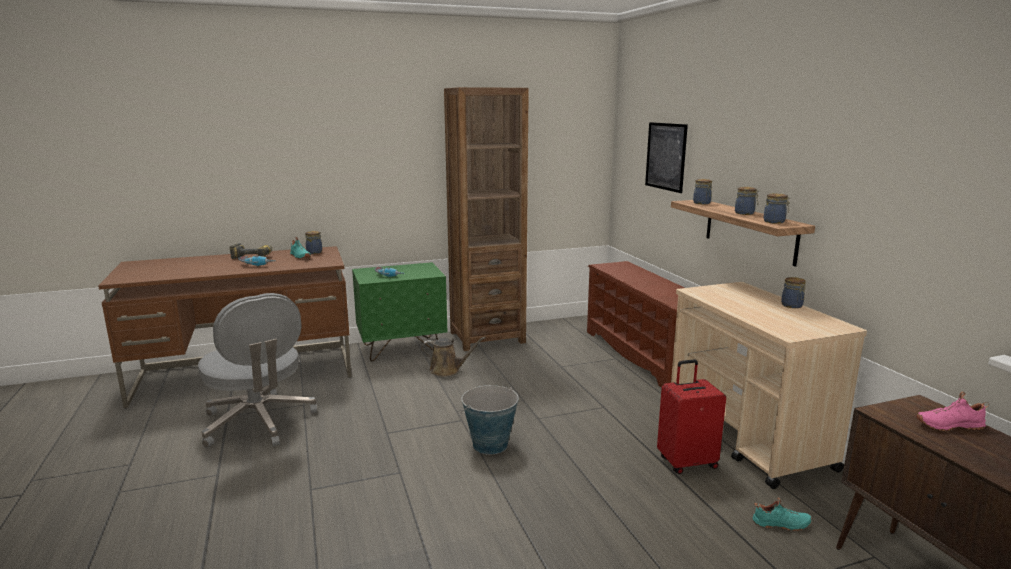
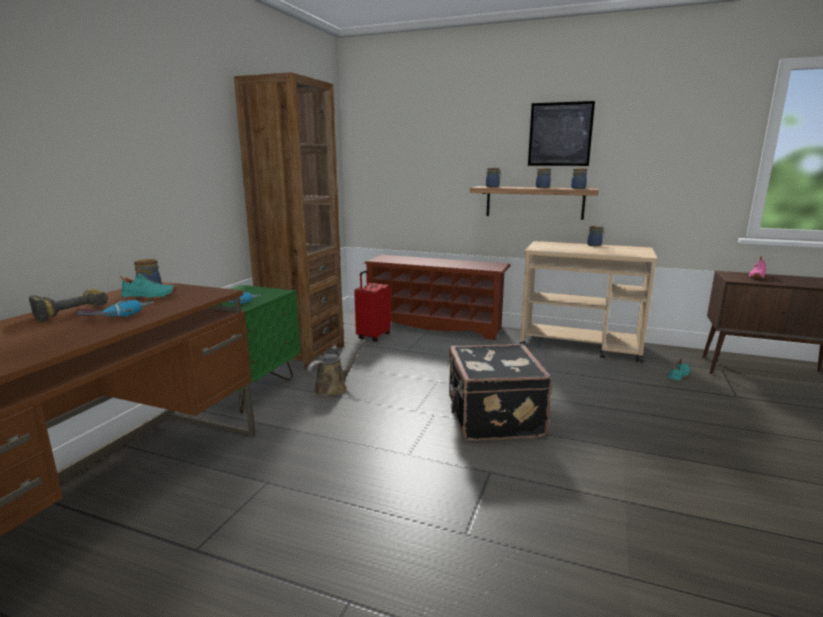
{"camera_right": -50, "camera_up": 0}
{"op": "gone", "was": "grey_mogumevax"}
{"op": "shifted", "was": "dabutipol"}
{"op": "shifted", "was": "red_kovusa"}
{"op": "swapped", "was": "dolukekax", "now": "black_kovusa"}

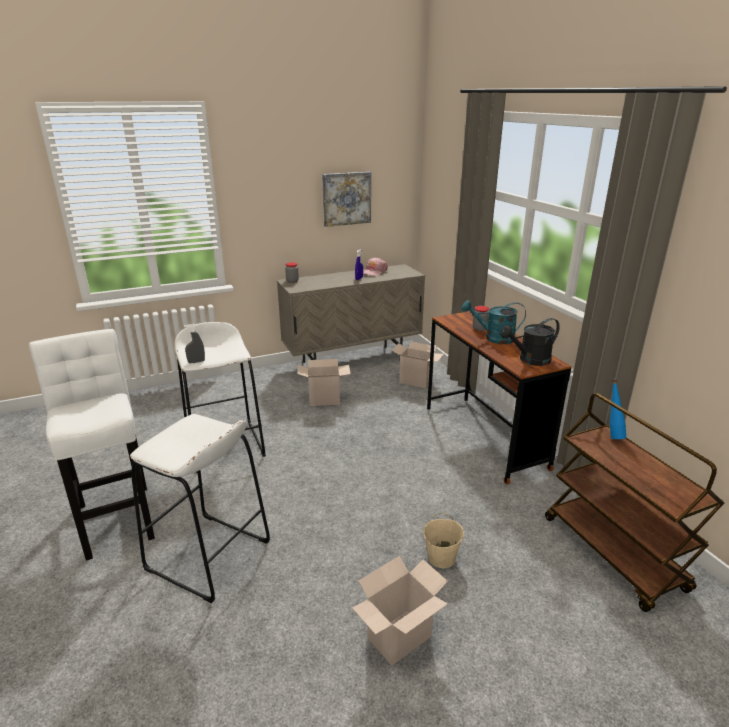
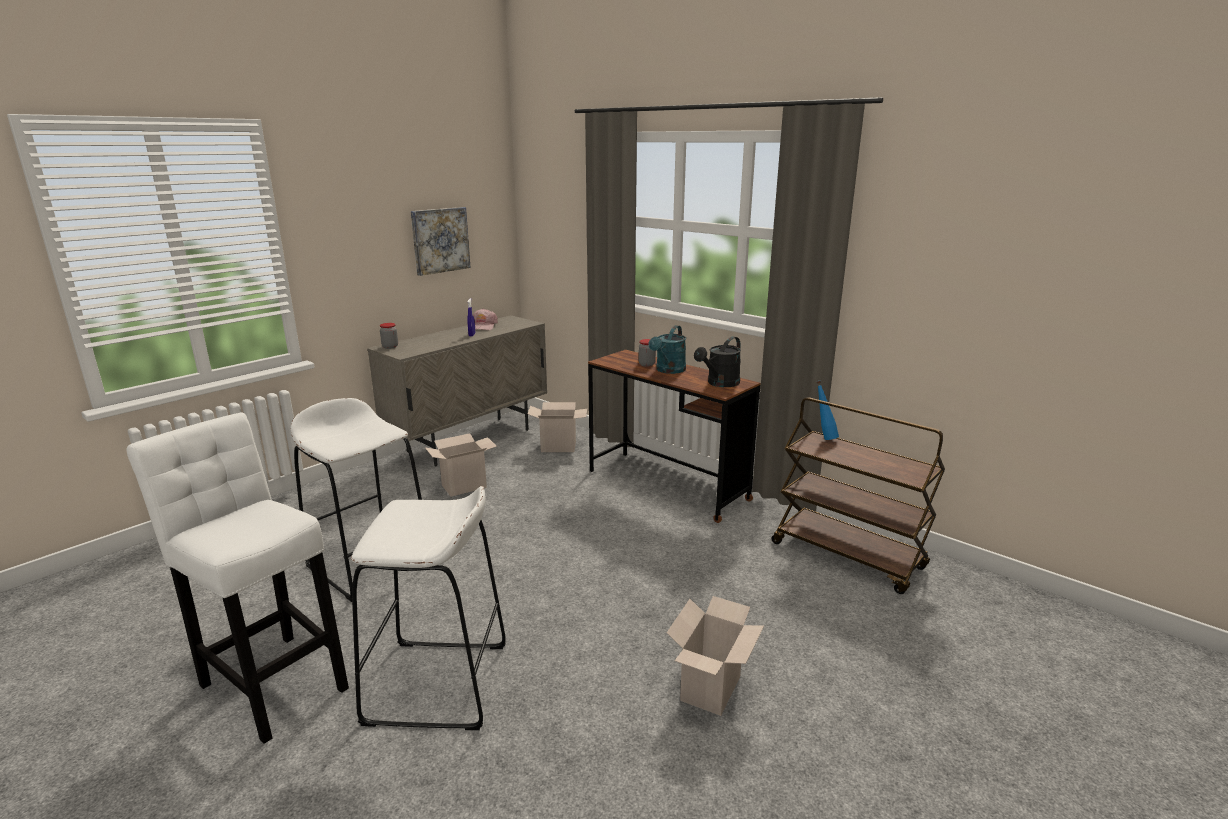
{"camera_right": -25, "camera_up": -5}
{"op": "gone", "was": "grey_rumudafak"}
{"op": "gone", "was": "beige_dolukekax"}
{"op": "rotated", "was": "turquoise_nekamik", "clockwise": -45}

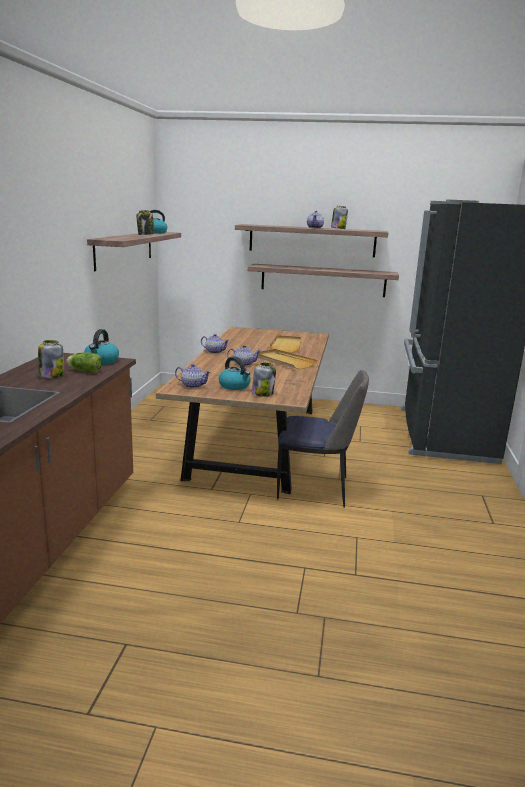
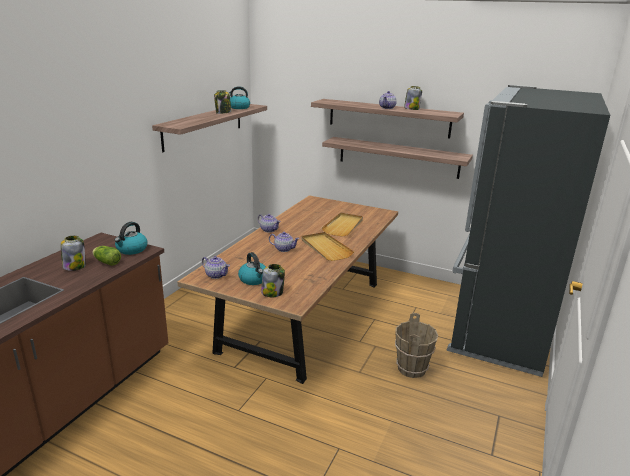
{"camera_right": 15, "camera_up": 5}
{"op": "gone", "was": "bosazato"}
{"op": "new", "now": "brown_dolukekax"}

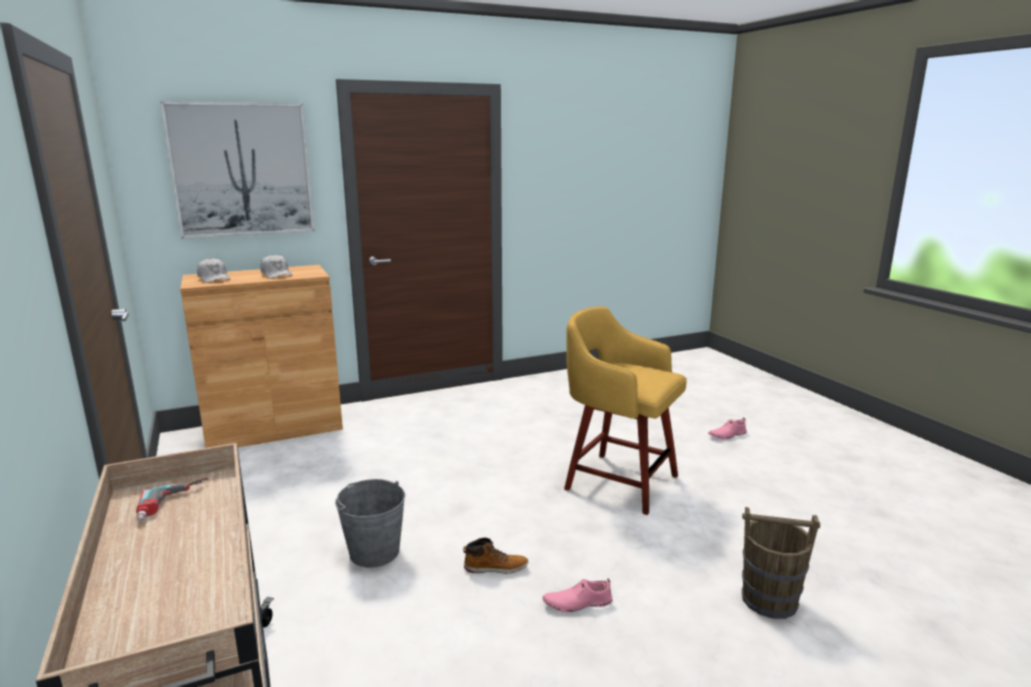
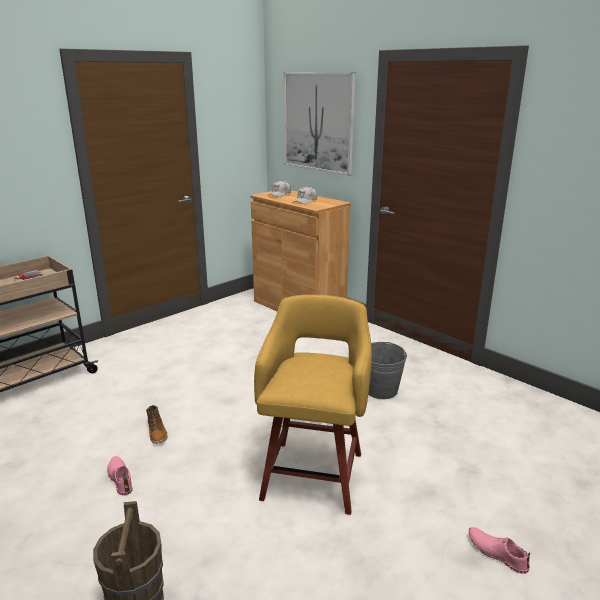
{"camera_right": 70, "camera_up": 5}
{"op": "shifted", "was": "grey_dolukekax"}

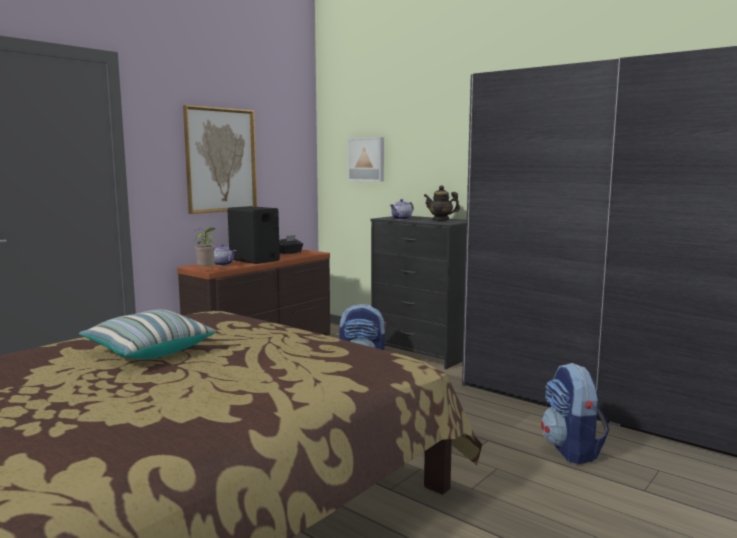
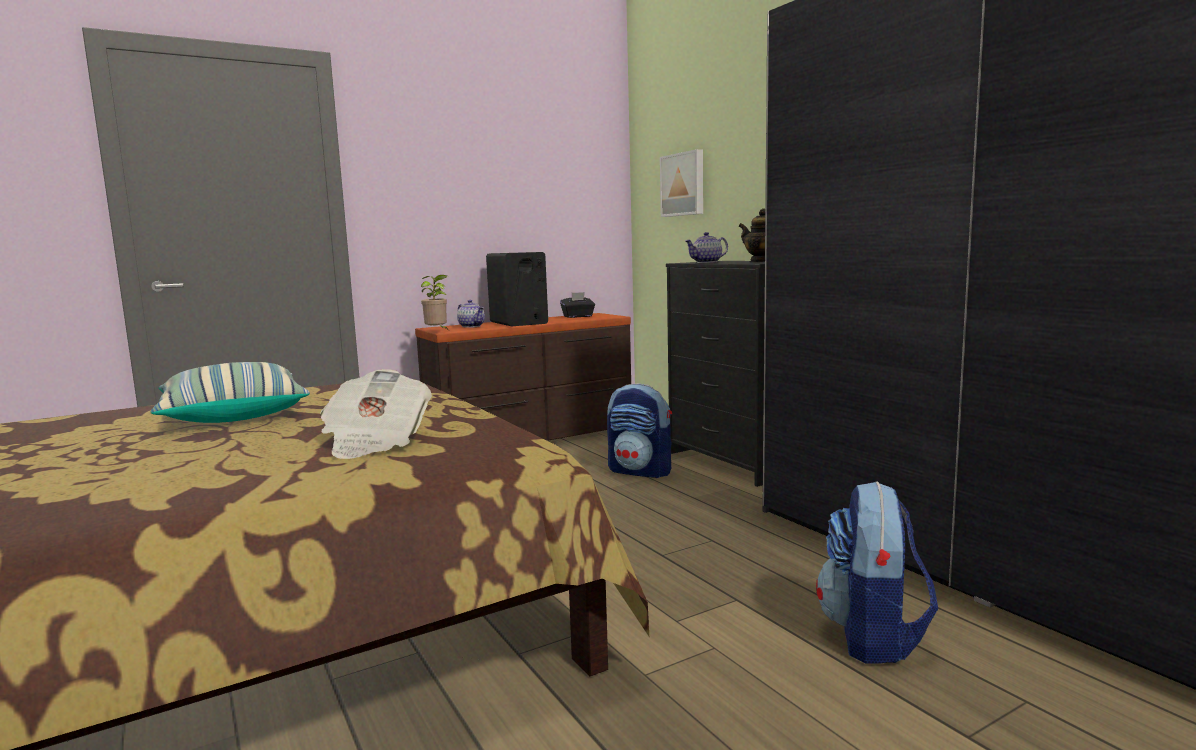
{"camera_right": 20, "camera_up": 0}
{"op": "gone", "was": "dabutipol (no. 1 from left)"}
{"op": "new", "now": "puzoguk"}

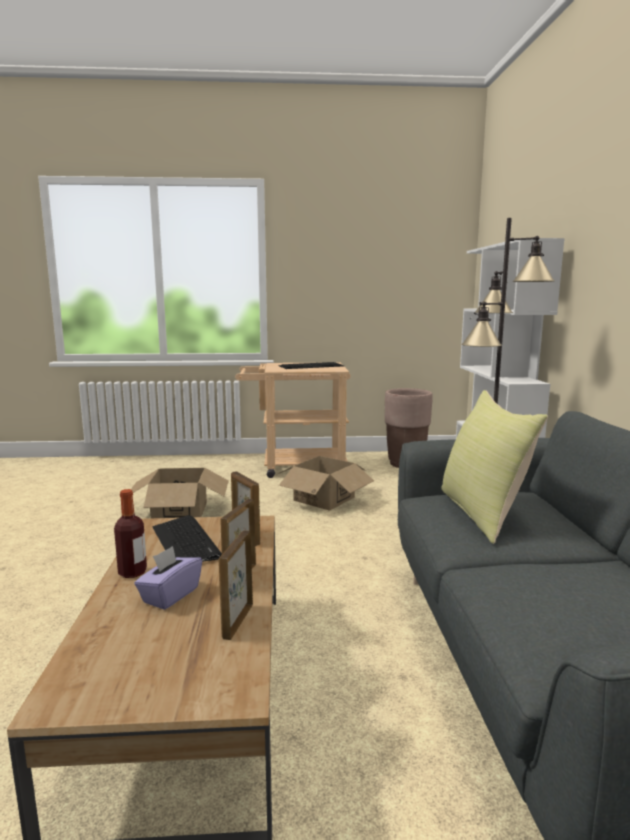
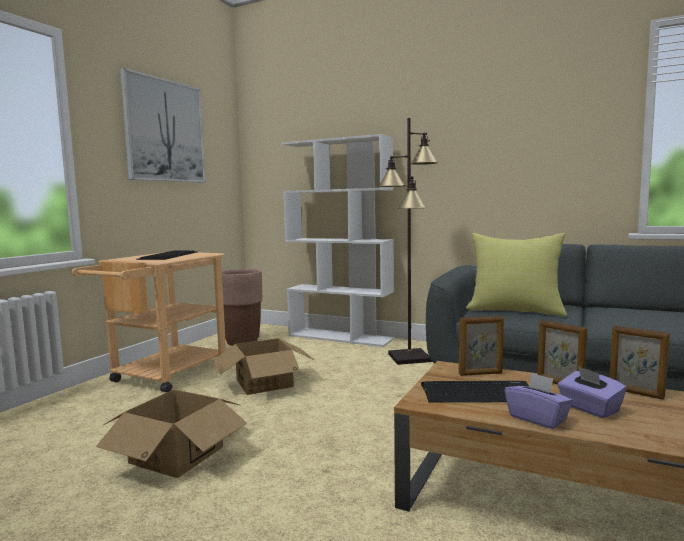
{"camera_right": -60, "camera_up": -5}
{"op": "new", "now": "dabutipol"}
{"op": "swapped", "was": "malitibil", "now": "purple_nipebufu (no. 1 from left)"}

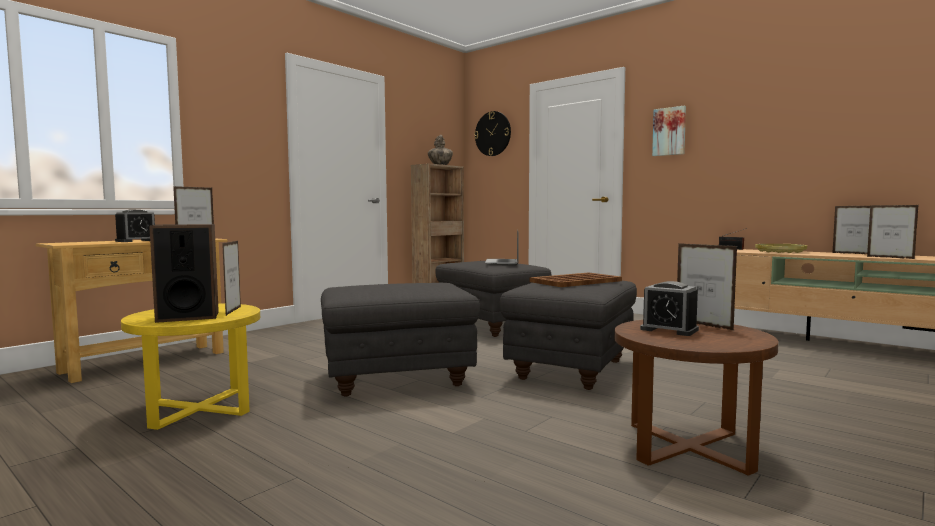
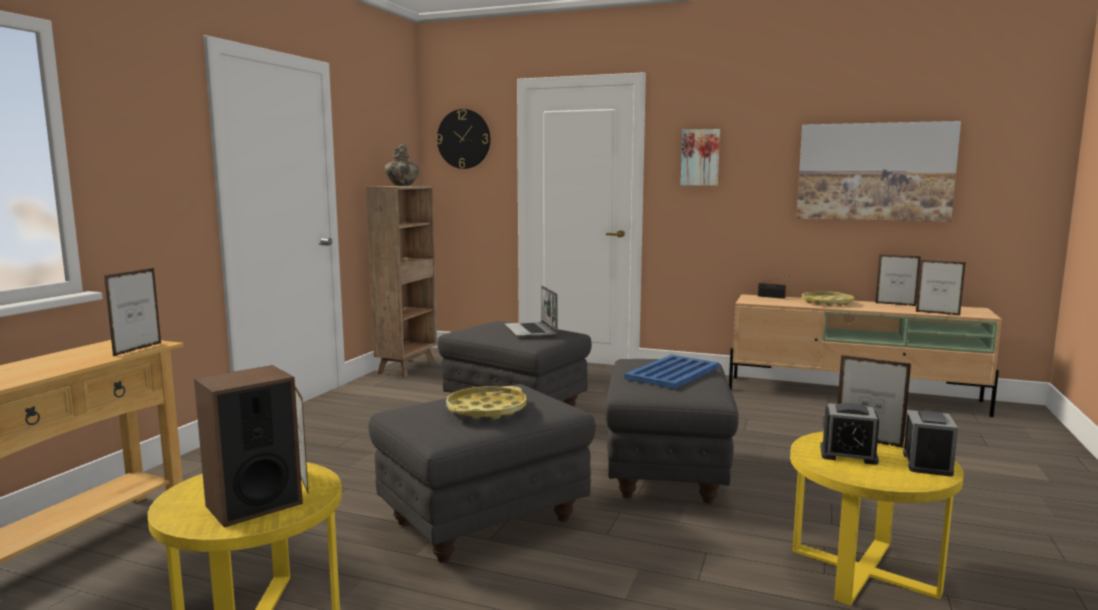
{"camera_right": -20, "camera_up": 5}
{"op": "new", "now": "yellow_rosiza (no. 1 from left)"}
{"op": "new", "now": "dabutipol (no. 2 from left)"}
{"op": "shifted", "was": "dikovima (no. 1 from left in the first image)", "now": "dikovima (no. 2 from left)"}
{"op": "repainted", "was": "brown_rosiza", "now": "blue_rosiza"}
{"op": "repainted", "was": "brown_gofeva", "now": "yellow_gofeva (no. 2 from left)"}

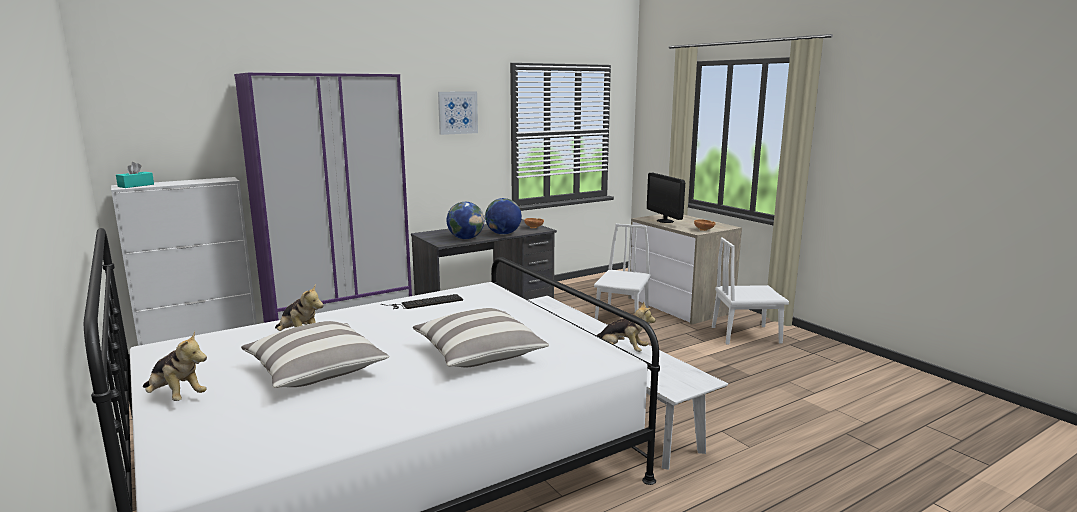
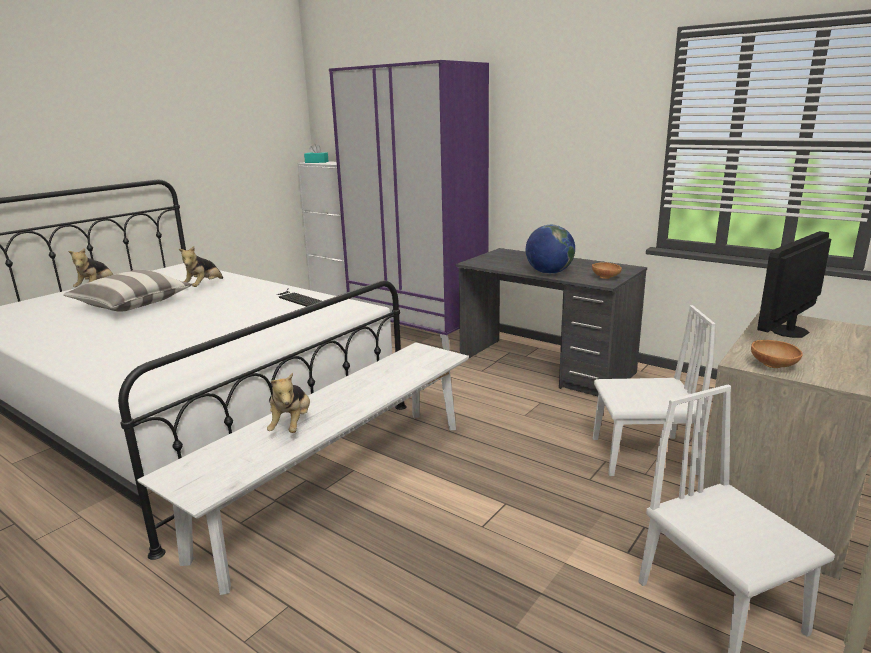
{"camera_right": 70, "camera_up": 5}
{"op": "gone", "was": "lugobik (no. 2 from left)"}
{"op": "gone", "was": "dabutipol"}
{"op": "gone", "was": "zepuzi (no. 1 from left)"}

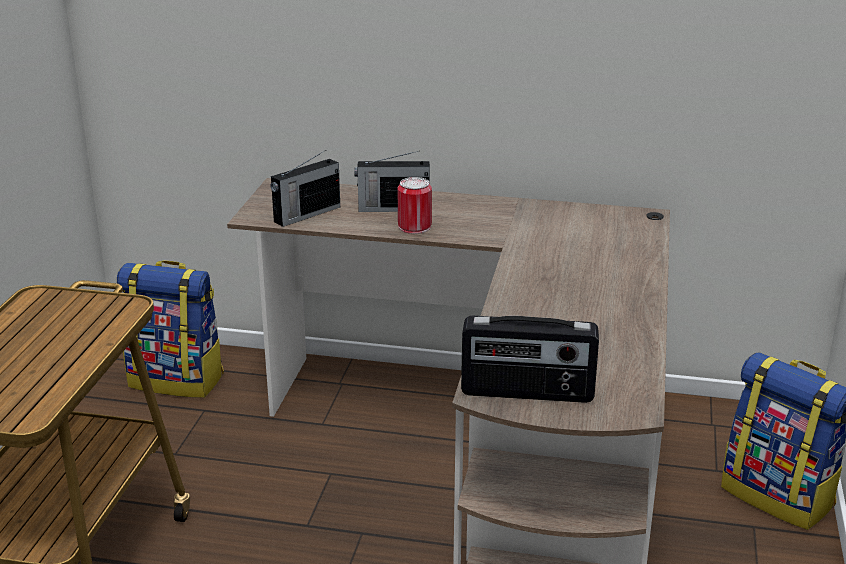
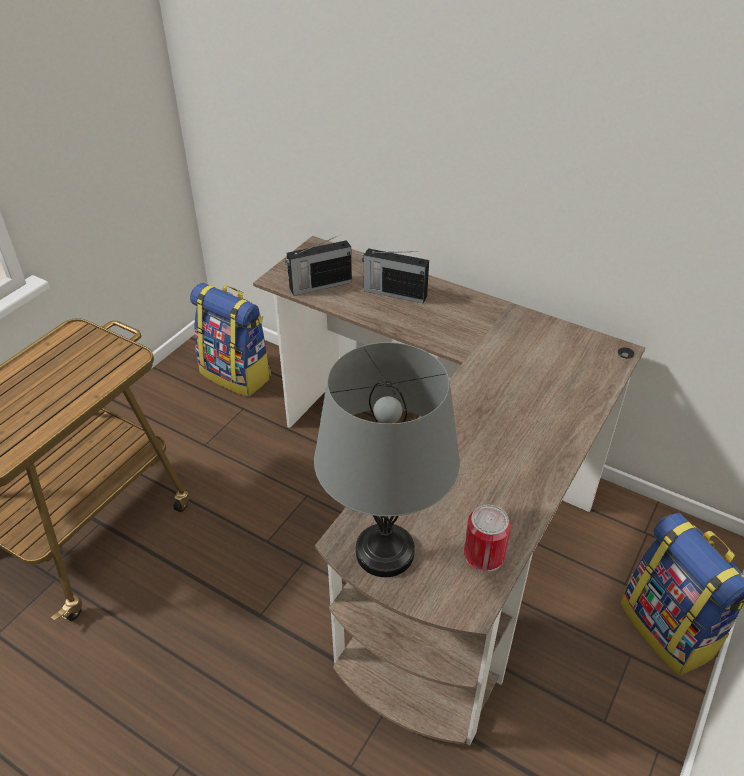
{"camera_right": 20, "camera_up": 15}
{"op": "shifted", "was": "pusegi"}
{"op": "swapped", "was": "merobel (no. 3 from left)", "now": "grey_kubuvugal"}

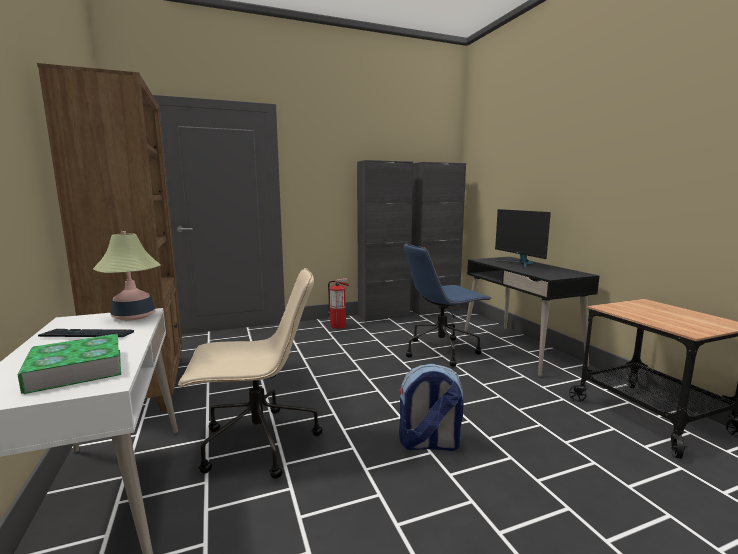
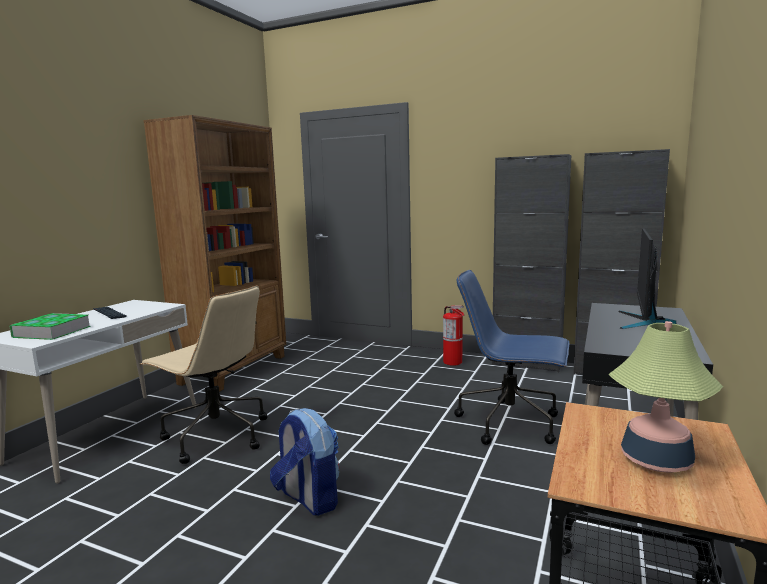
{"camera_right": 45, "camera_up": 0}
{"op": "shifted", "was": "kubuvugal"}

